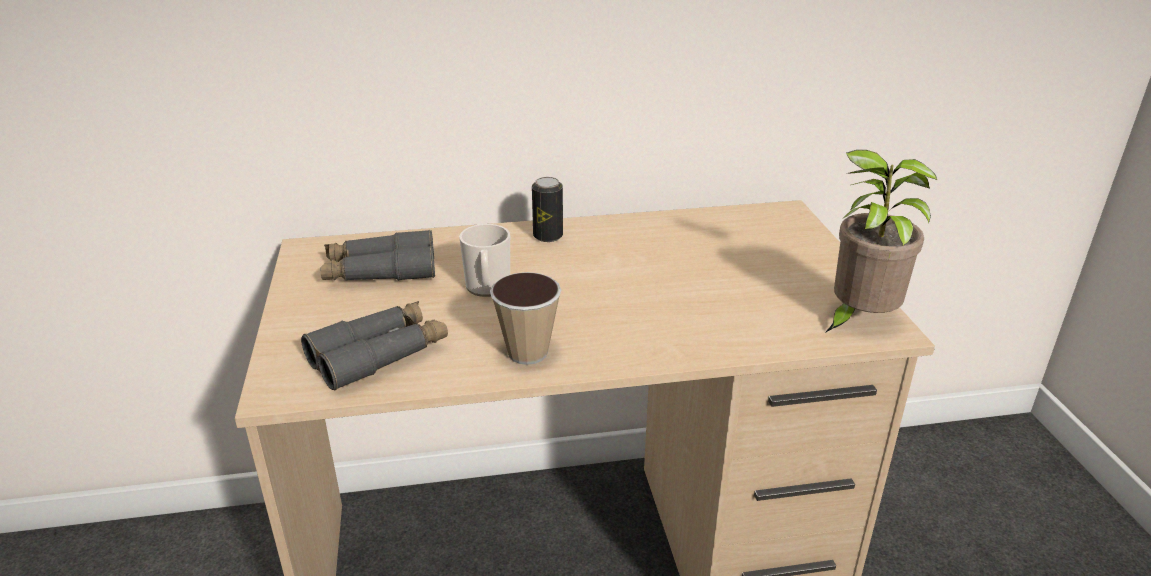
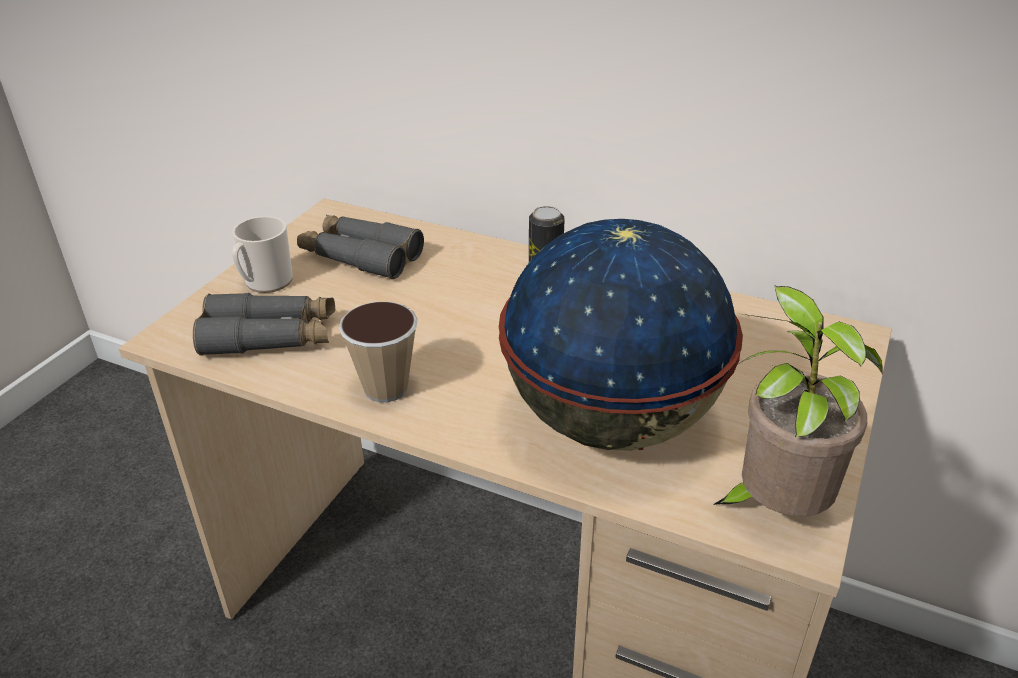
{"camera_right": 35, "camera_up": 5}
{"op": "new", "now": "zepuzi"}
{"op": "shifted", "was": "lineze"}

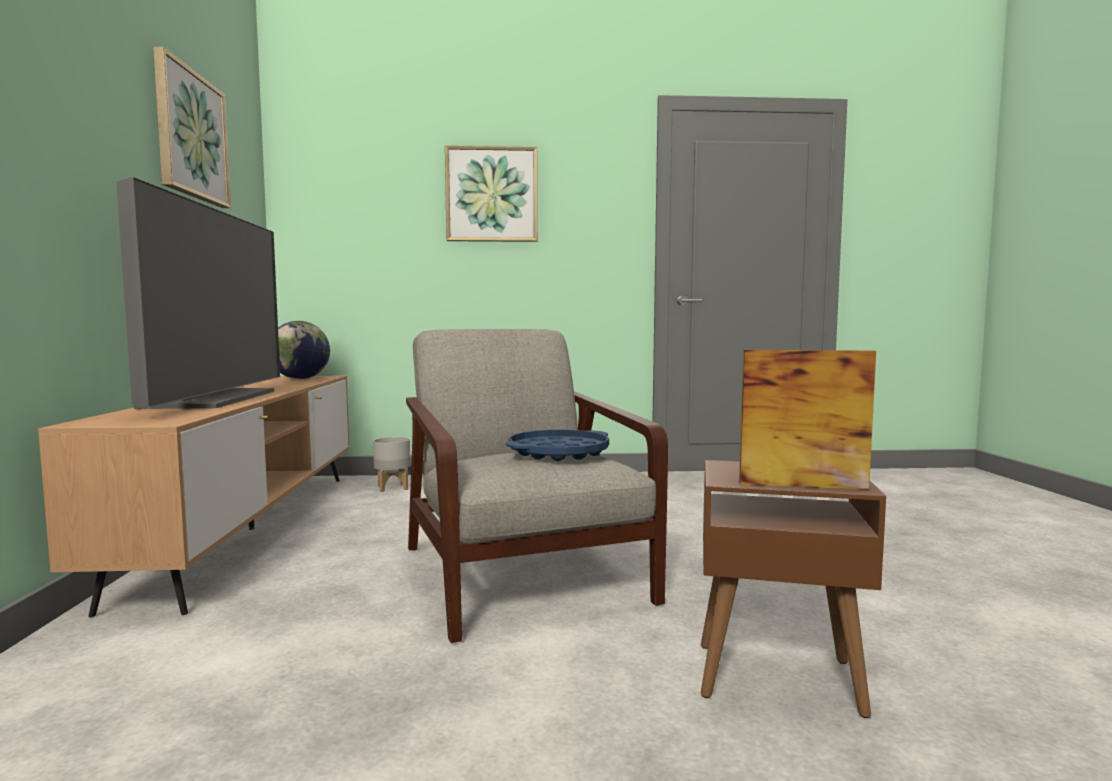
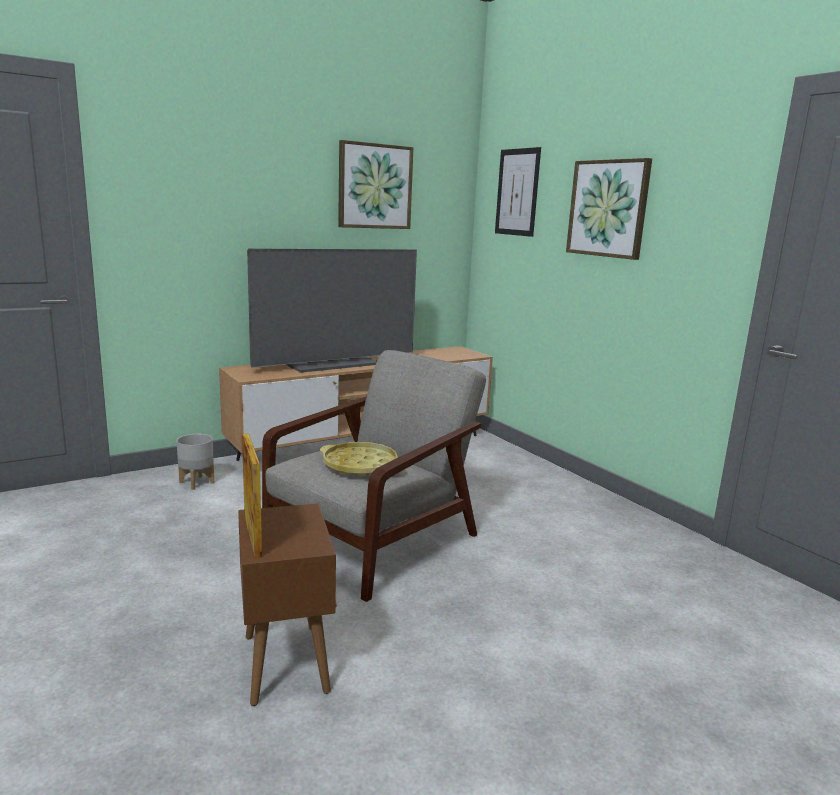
{"camera_right": 60, "camera_up": 10}
{"op": "gone", "was": "zepuzi"}
{"op": "new", "now": "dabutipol (no. 2 from left)"}
{"op": "shifted", "was": "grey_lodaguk"}
{"op": "repainted", "was": "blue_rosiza", "now": "yellow_rosiza"}

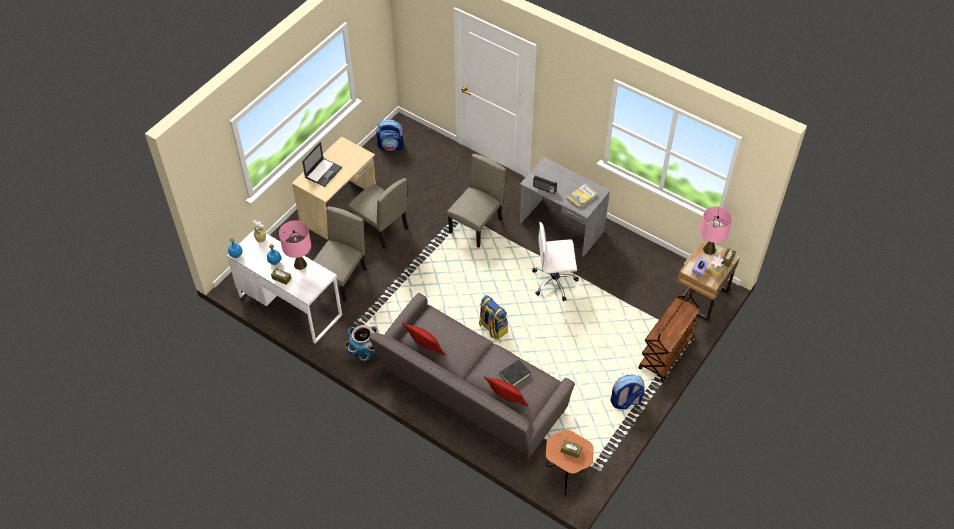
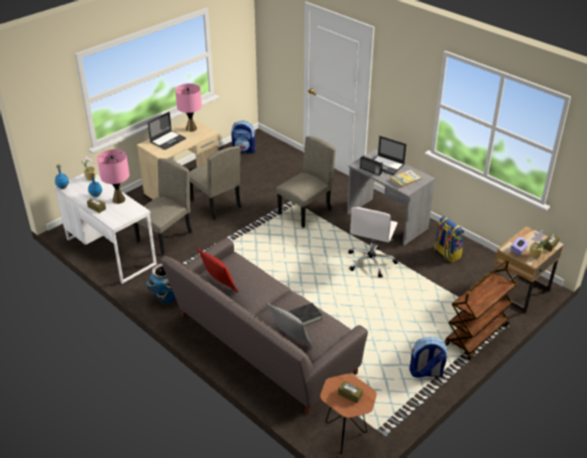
{"camera_right": 10, "camera_up": -15}
{"op": "new", "now": "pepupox (no. 2 from left)"}
{"op": "shifted", "was": "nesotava (no. 2 from left in the first image)", "now": "nesotava (no. 3 from left)"}
{"op": "shifted", "was": "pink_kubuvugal (no. 2 from left)"}
{"op": "repainted", "was": "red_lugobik (no. 2 from left)", "now": "grey_lugobik"}
{"op": "rotated", "was": "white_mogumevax", "clockwise": -75}

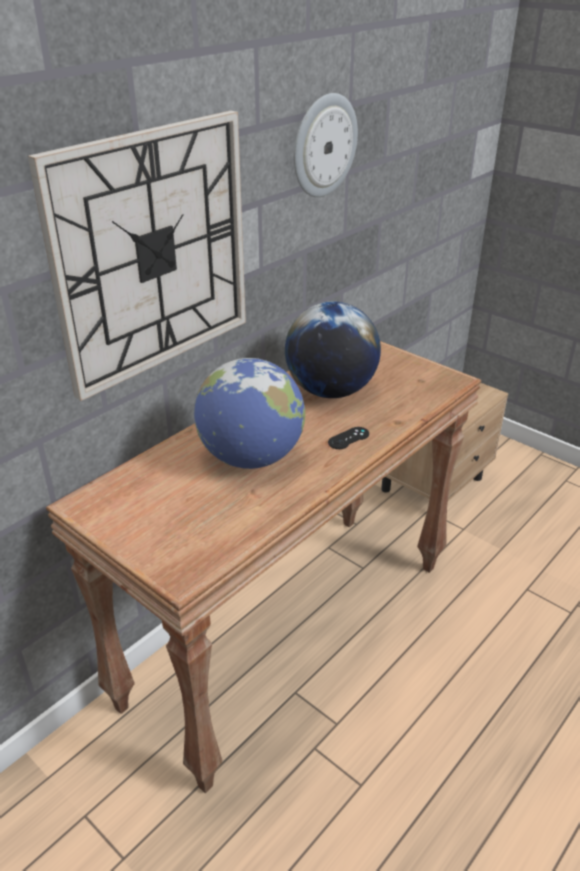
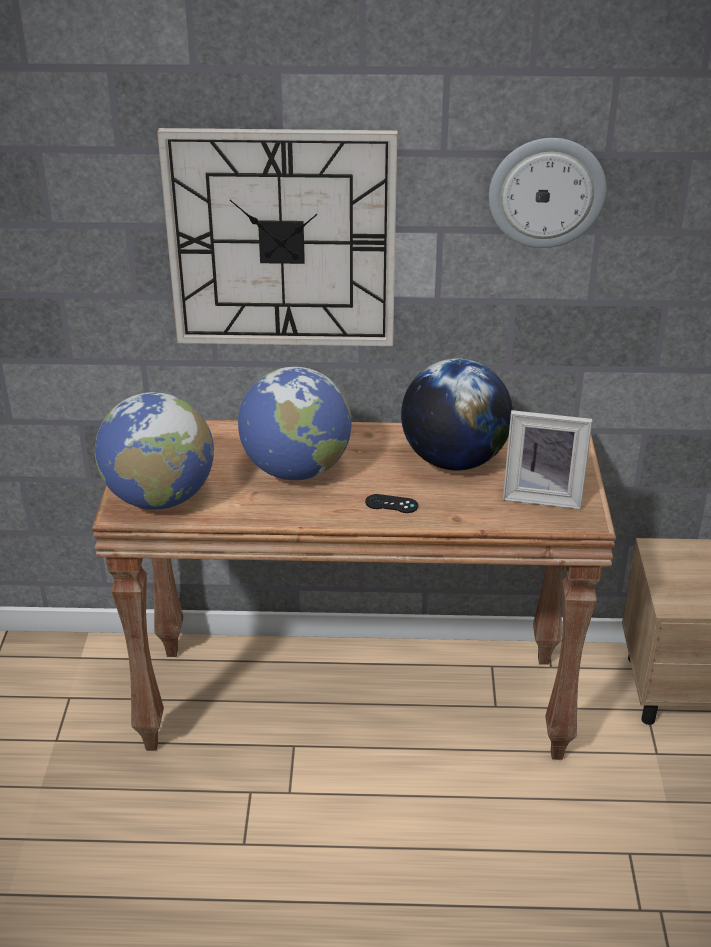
{"camera_right": 50, "camera_up": 0}
{"op": "new", "now": "zepuzi (no. 1 from left)"}
{"op": "new", "now": "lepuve"}

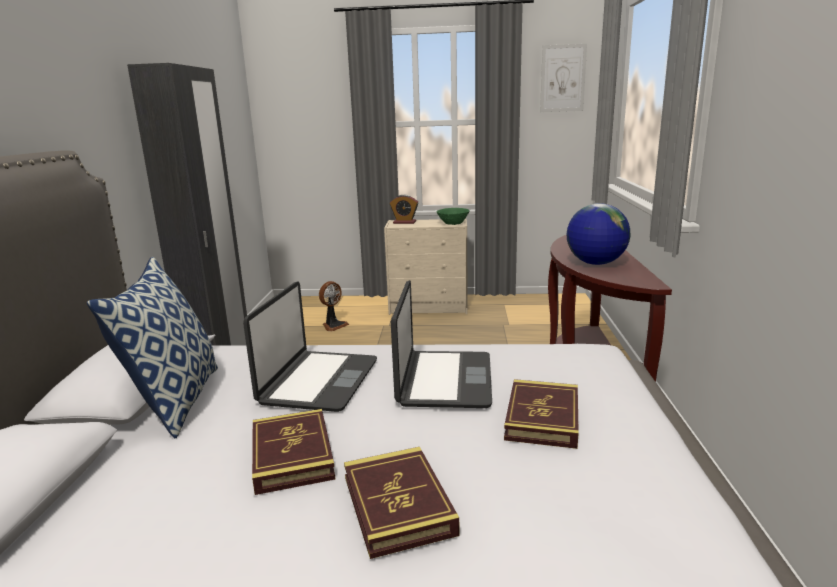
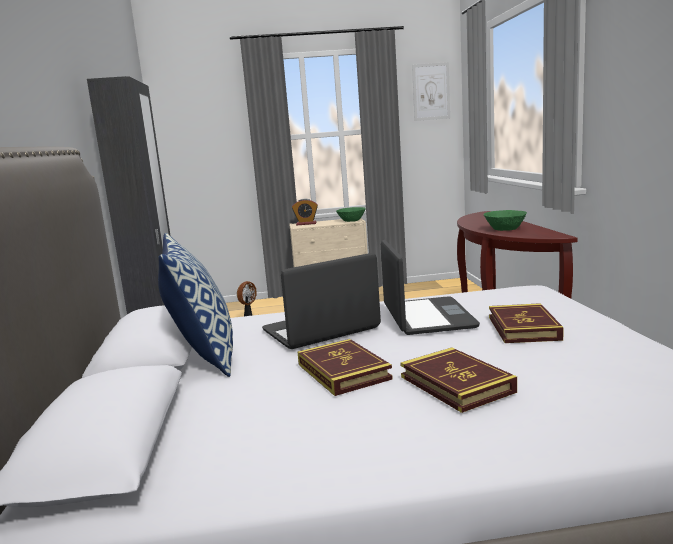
{"camera_right": -10, "camera_up": -5}
{"op": "swapped", "was": "zepuzi", "now": "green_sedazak (no. 2 from left)"}
{"op": "rotated", "was": "pepupox (no. 1 from left)", "clockwise": -120}

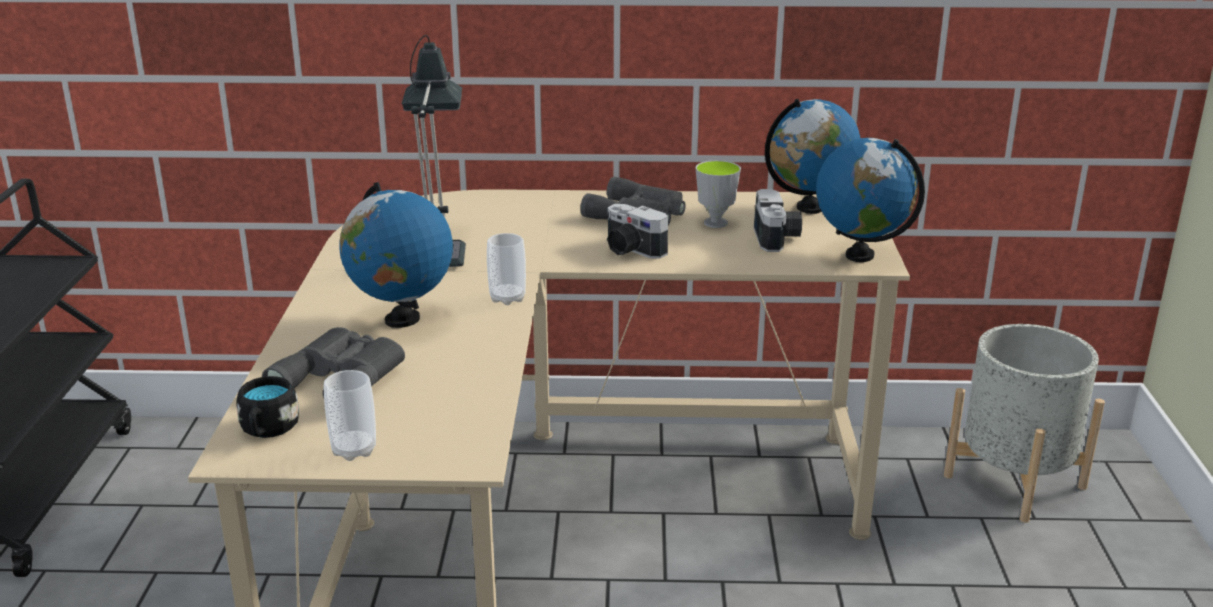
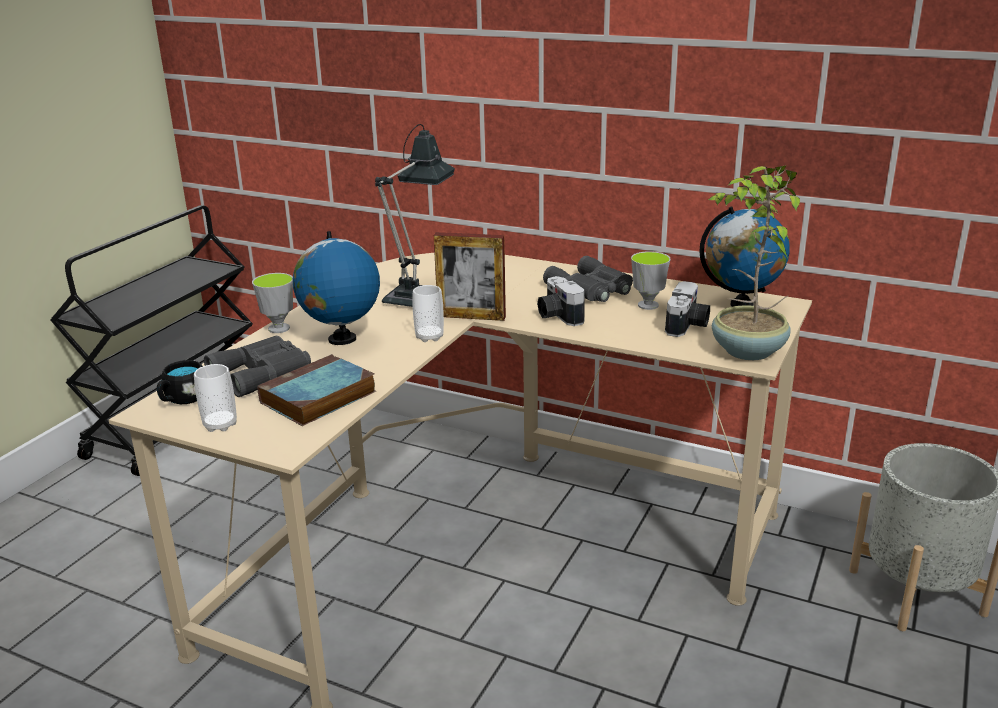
{"camera_right": 25, "camera_up": 0}
{"op": "new", "now": "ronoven (no. 2 from left)"}
{"op": "new", "now": "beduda"}
{"op": "new", "now": "lepuve"}
{"op": "swapped", "was": "zepuzi (no. 3 from left)", "now": "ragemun"}

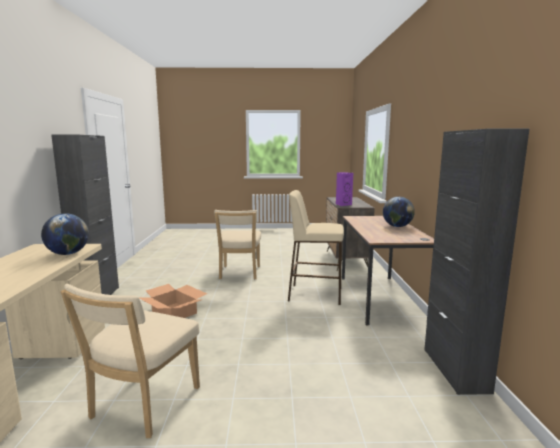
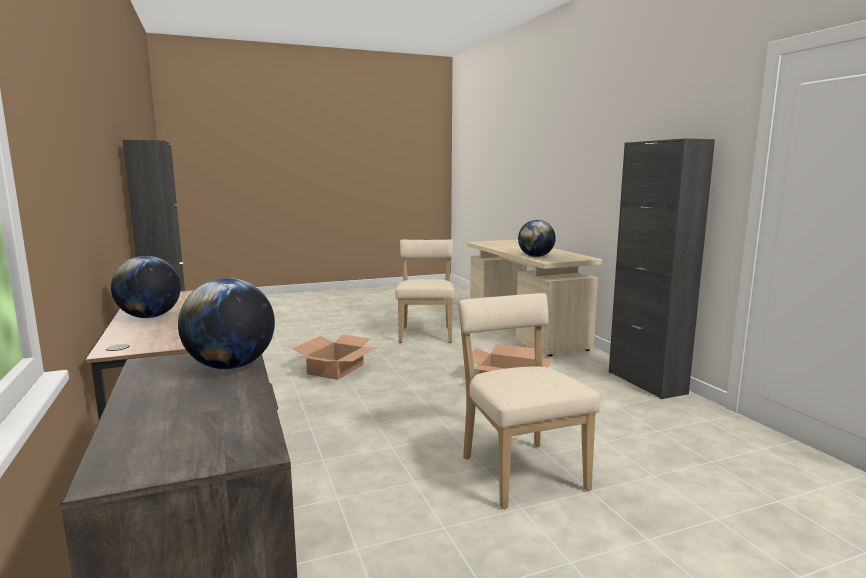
{"camera_right": 160, "camera_up": 0}
{"op": "gone", "was": "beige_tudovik"}
{"op": "new", "now": "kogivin (no. 1 from left)"}
{"op": "swapped", "was": "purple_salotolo", "now": "zepuzi (no. 2 from left)"}

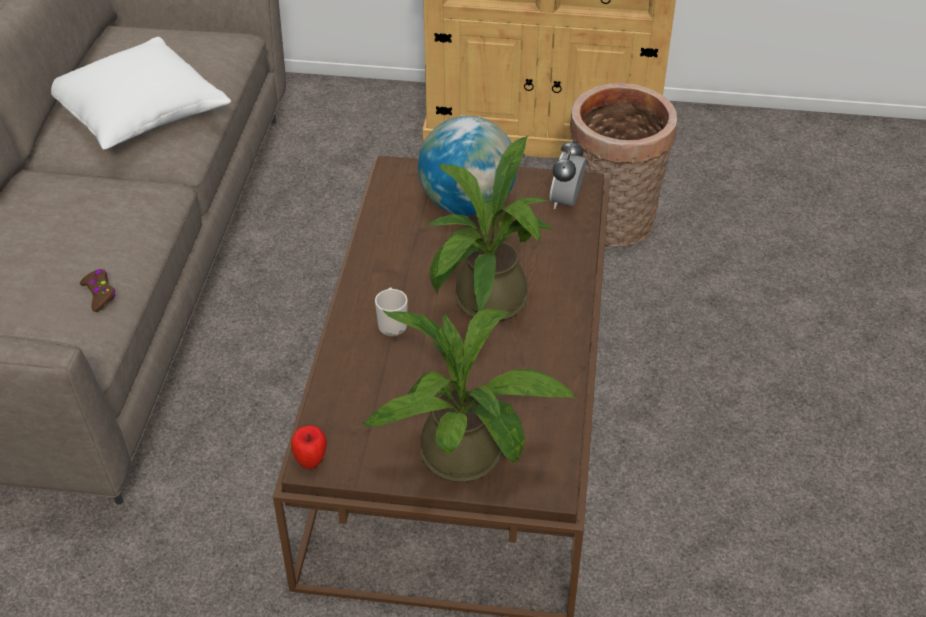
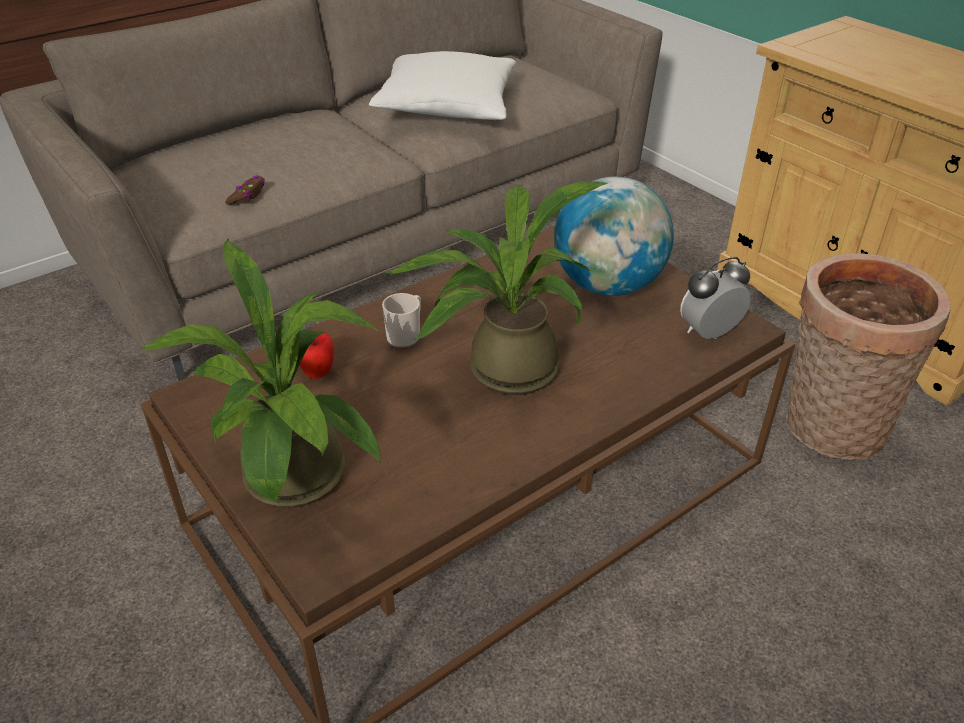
{"camera_right": 45, "camera_up": -5}
{"op": "shifted", "was": "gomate"}

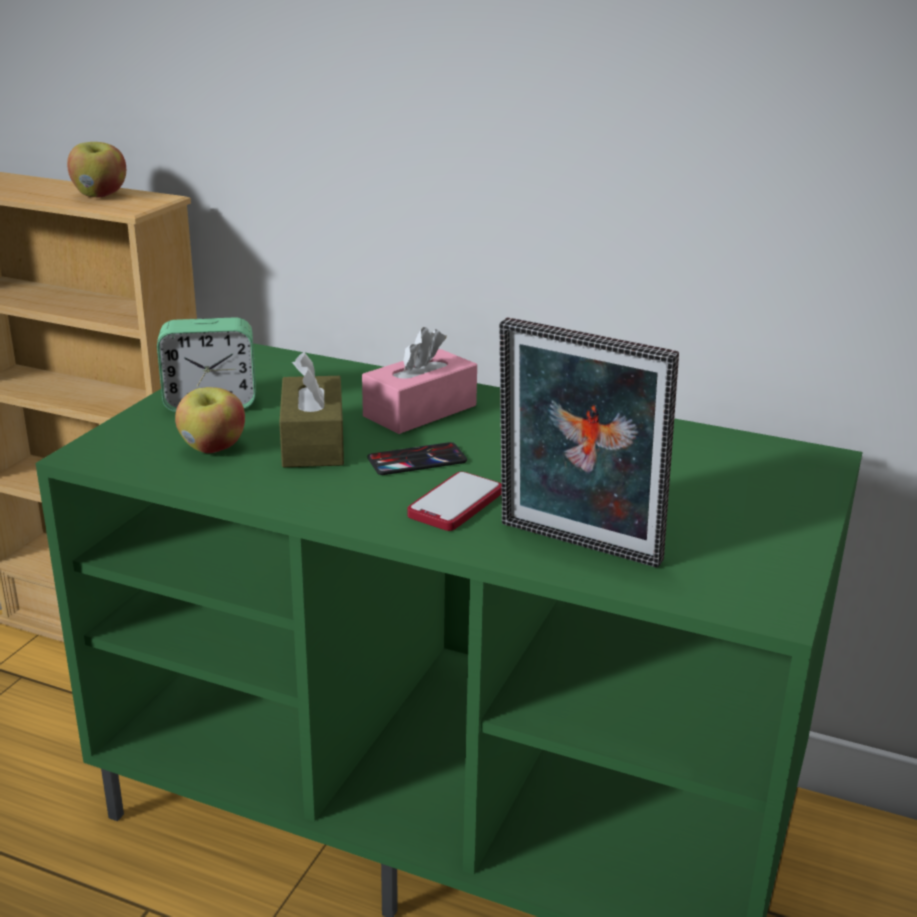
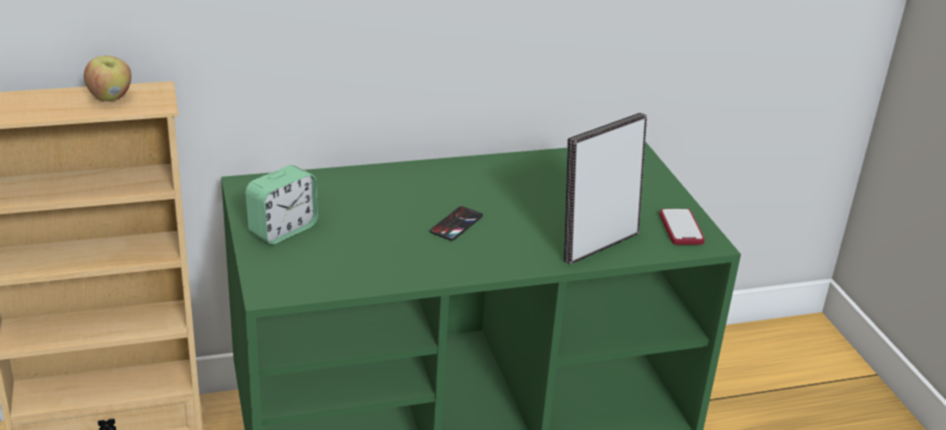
{"camera_right": -40, "camera_up": 5}
{"op": "gone", "was": "gomate (no. 2 from left)"}
{"op": "gone", "was": "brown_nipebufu"}
{"op": "gone", "was": "pink_nipebufu"}
{"op": "shifted", "was": "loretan (no. 2 from left)"}
{"op": "rotated", "was": "lepuve", "clockwise": 150}

